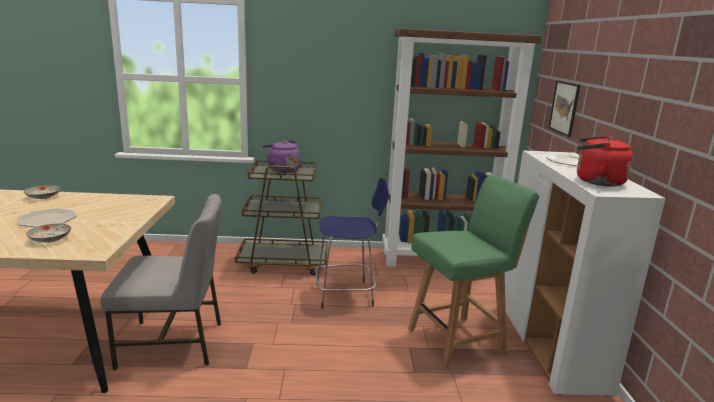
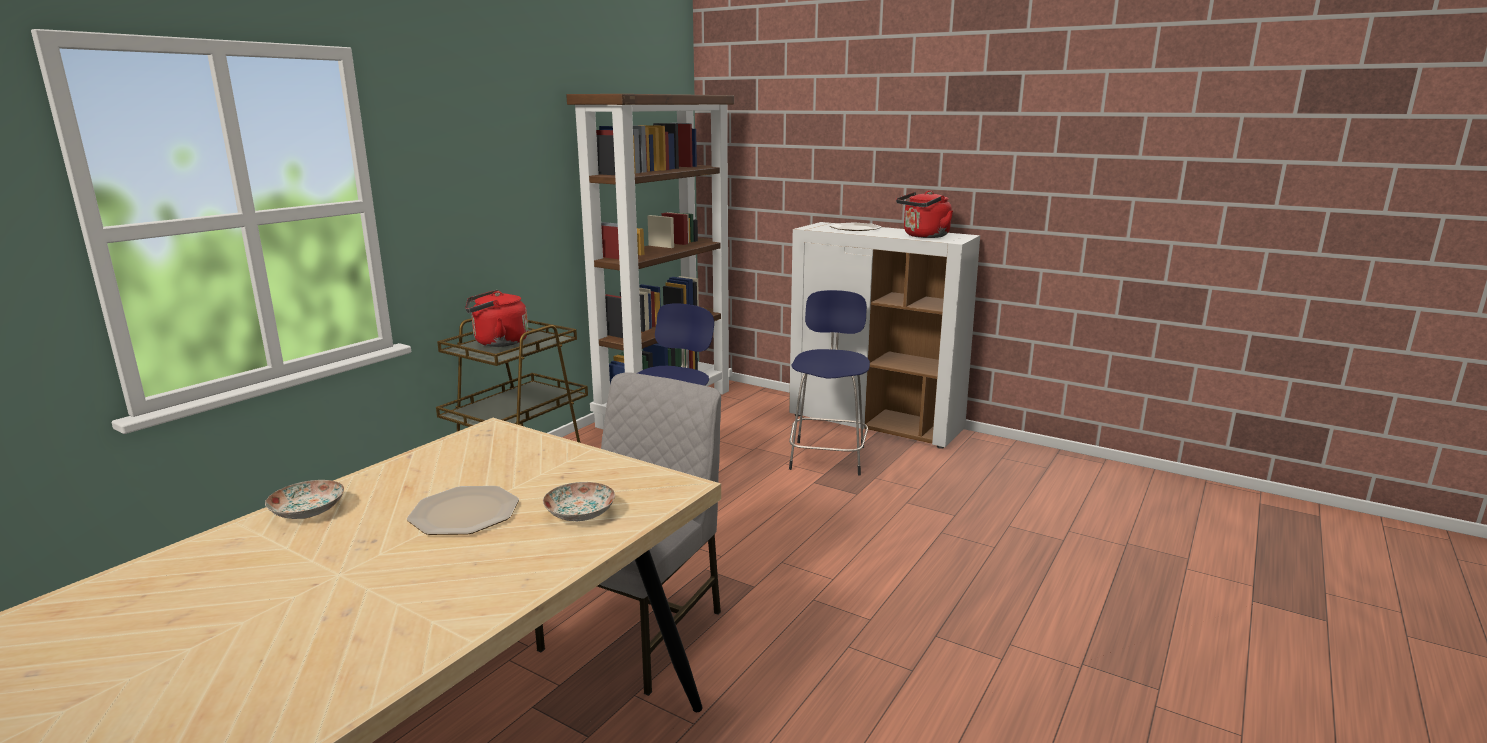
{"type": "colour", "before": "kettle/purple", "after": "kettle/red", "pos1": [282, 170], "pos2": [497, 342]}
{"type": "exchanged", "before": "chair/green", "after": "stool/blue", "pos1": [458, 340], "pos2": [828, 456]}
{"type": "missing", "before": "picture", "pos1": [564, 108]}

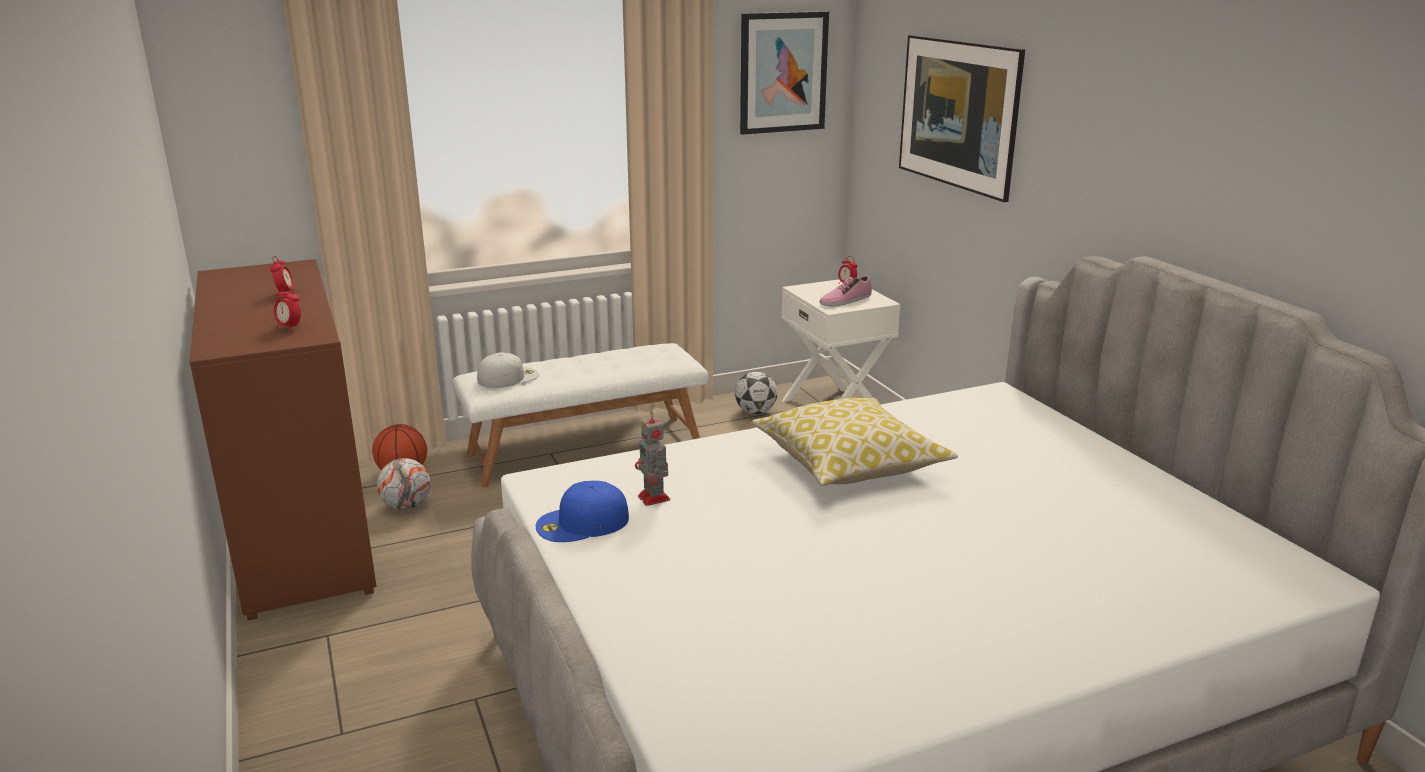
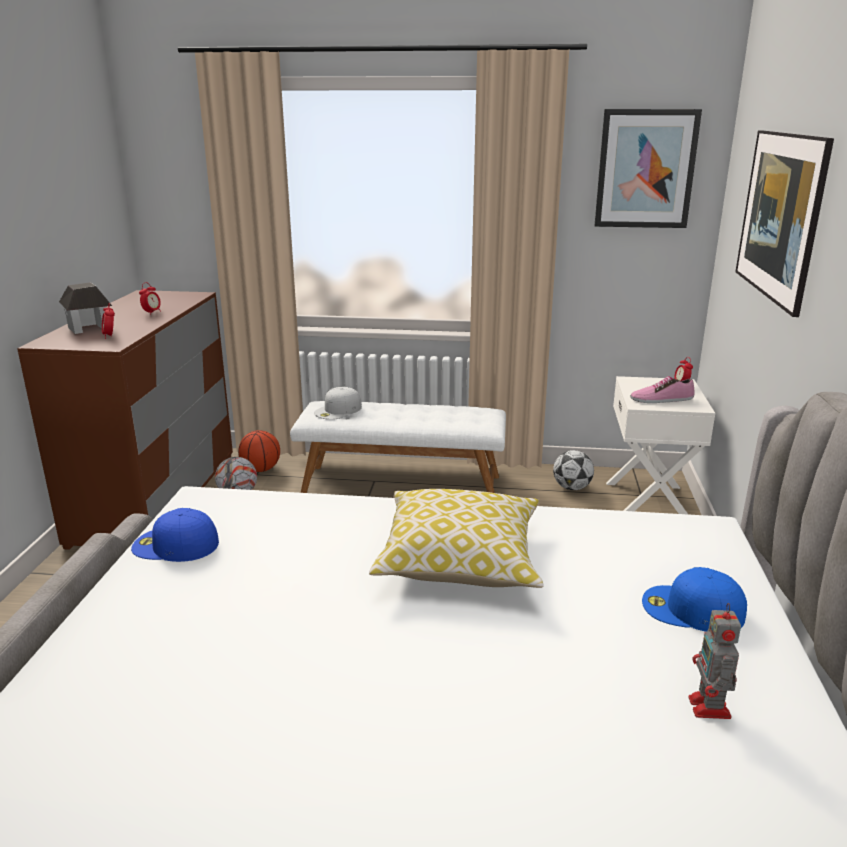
{"type": "spun", "before": "cap/white", "pos1": [508, 377], "pos2": [338, 410], "turn": 135}
{"type": "relocated", "before": "toy robot", "pos1": [654, 499], "pos2": [710, 709]}
{"type": "appeared", "after": "toy house", "pos2": [89, 327]}
{"type": "appeared", "after": "cap/blue", "pos2": [691, 609]}

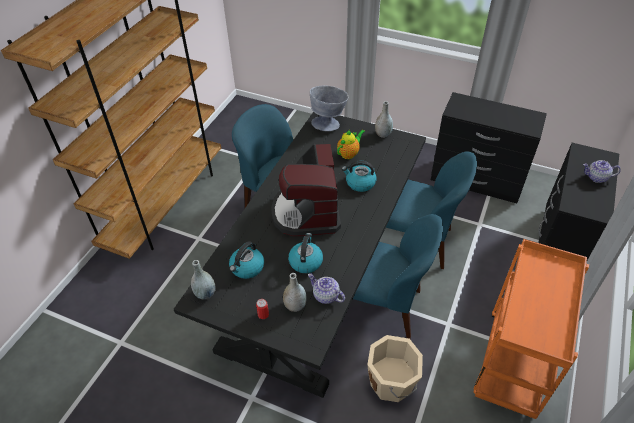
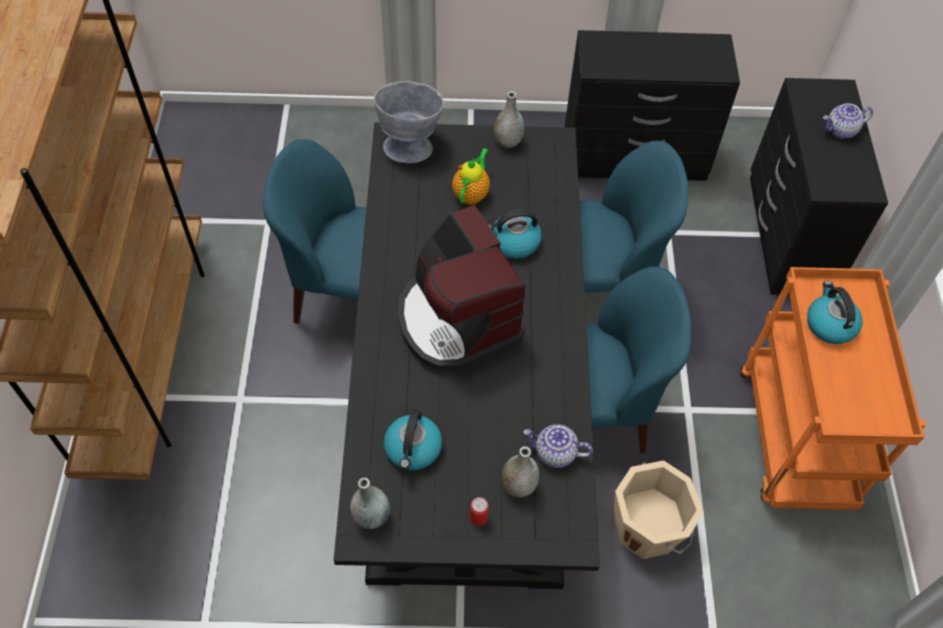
{"type": "relocated", "before": "kettle", "pos1": [305, 261], "pos2": [829, 324]}

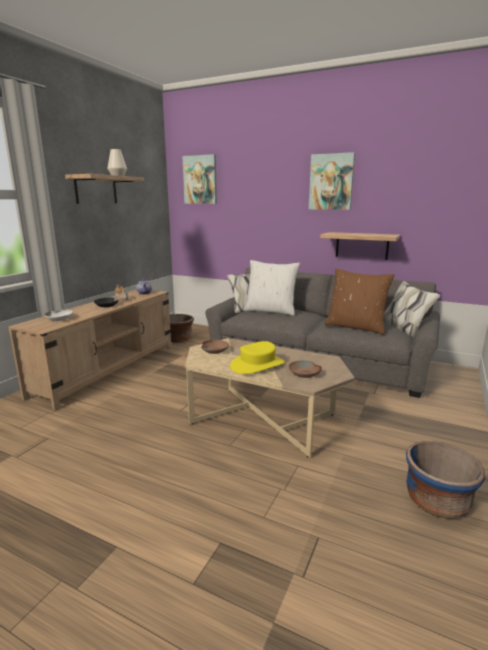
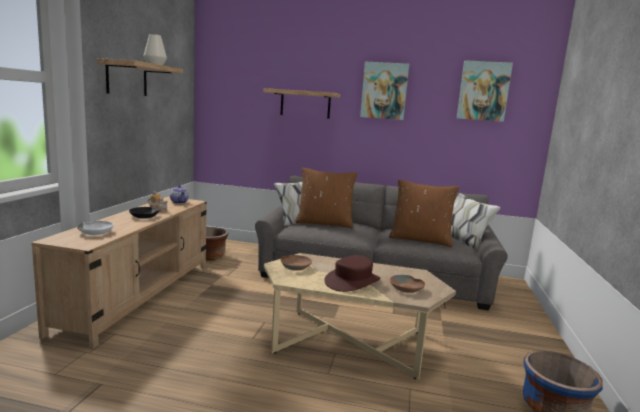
{"type": "relocated", "before": "picture", "pos1": [200, 180], "pos2": [483, 91]}
{"type": "colour", "before": "hat/yellow", "after": "hat/brown", "pos1": [257, 365], "pos2": [352, 281]}
{"type": "colour", "before": "pillow/white", "after": "pillow/brown", "pos1": [270, 311], "pos2": [324, 223]}
{"type": "relocated", "before": "shelf", "pos1": [362, 245], "pos2": [305, 104]}

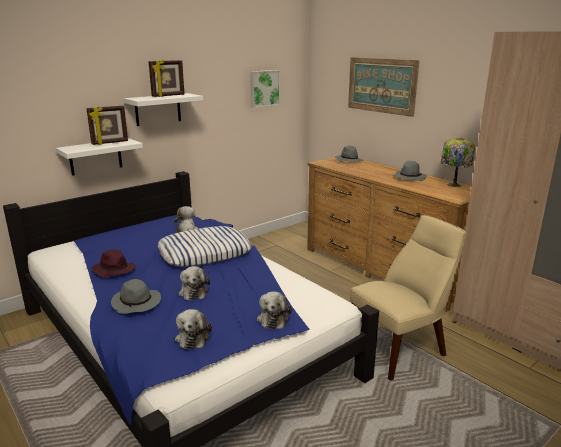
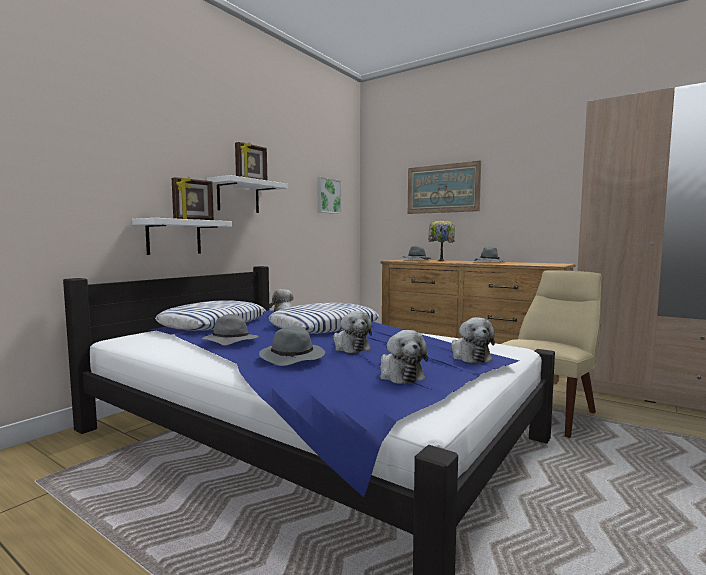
{"type": "colour", "before": "hat/purple", "after": "hat/grey", "pos1": [113, 270], "pos2": [229, 341]}
{"type": "relocated", "before": "table lamp", "pos1": [453, 185], "pos2": [440, 261]}
{"type": "appeared", "after": "pillow", "pos2": [213, 323]}

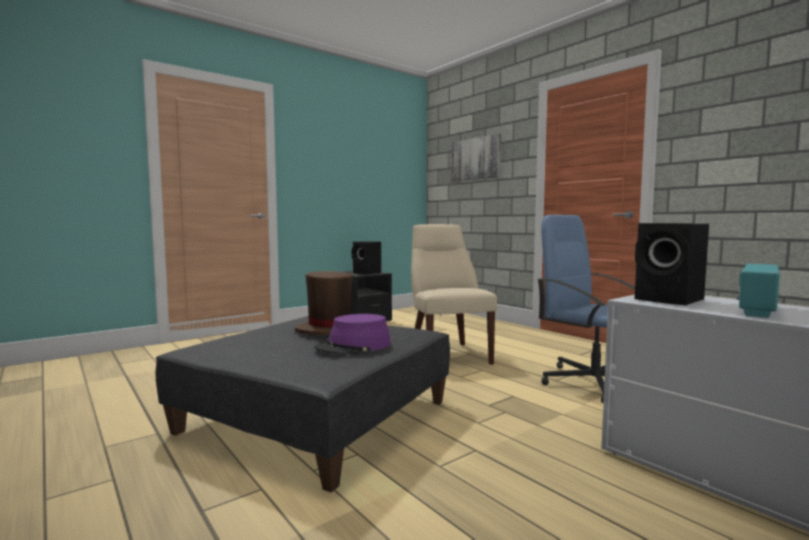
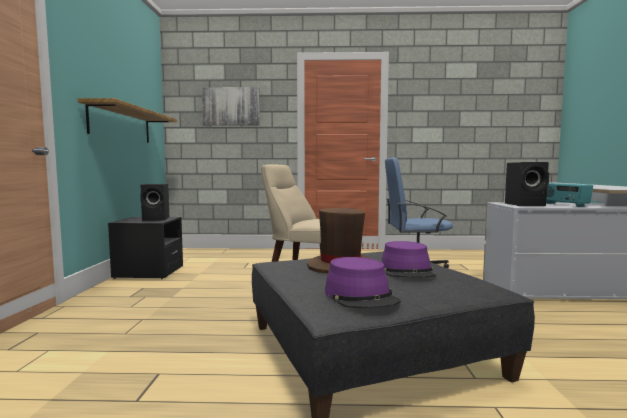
{"type": "appeared", "after": "shelf", "pos2": [121, 124]}
{"type": "appeared", "after": "hat/purple", "pos2": [361, 296]}

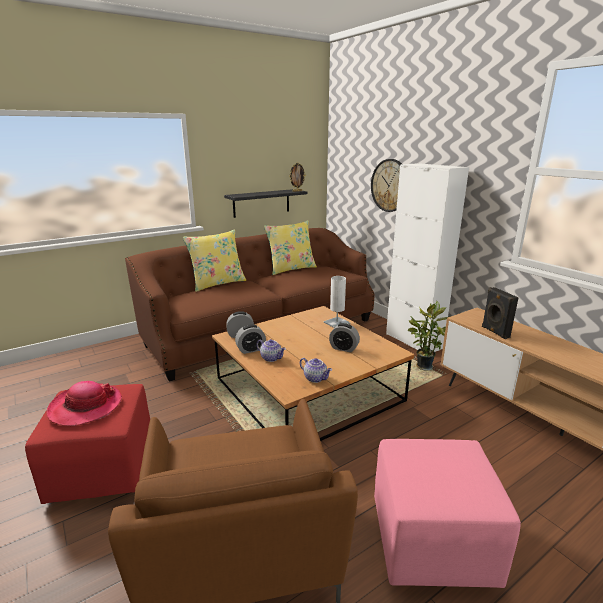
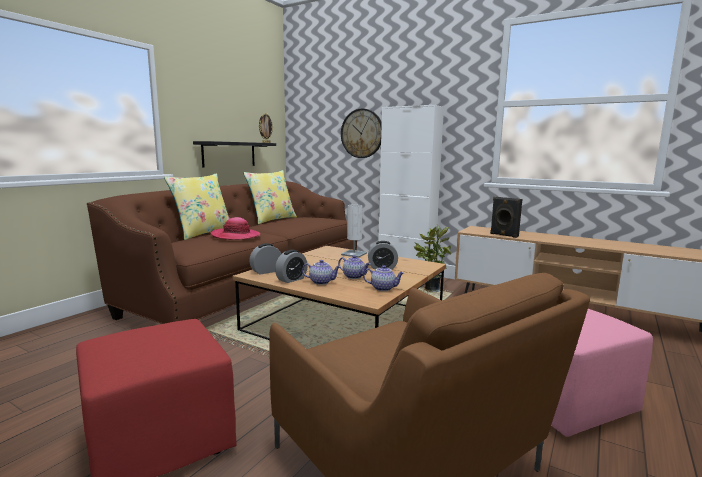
{"type": "relocated", "before": "hat", "pos1": [85, 406], "pos2": [236, 236]}
{"type": "appeared", "after": "teapot", "pos2": [354, 276]}

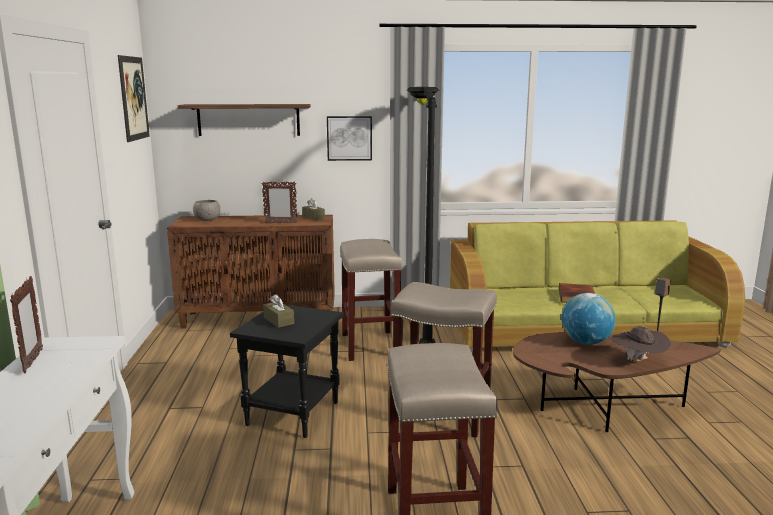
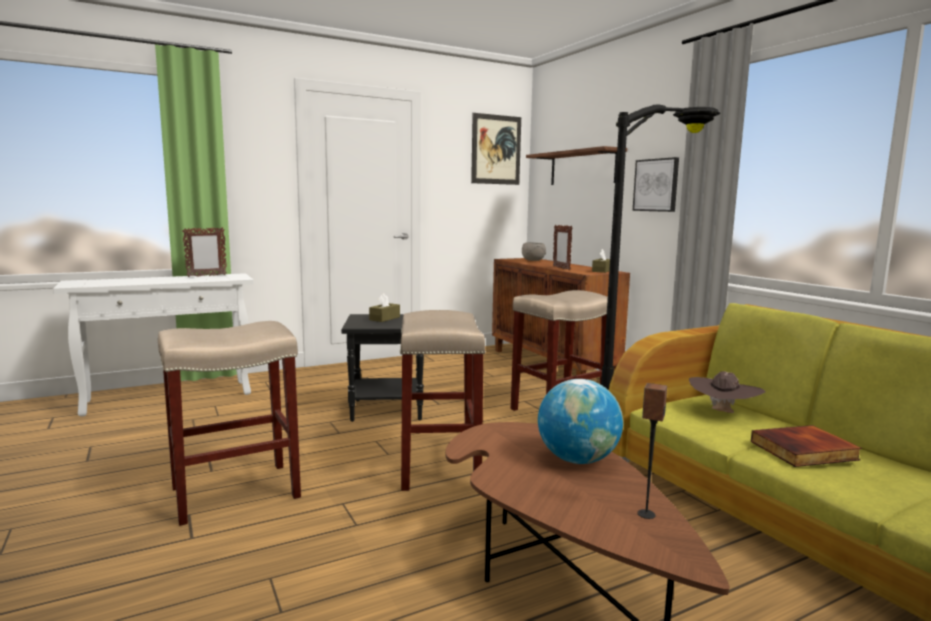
{"type": "relocated", "before": "hat/brown", "pos1": [638, 362], "pos2": [722, 413]}

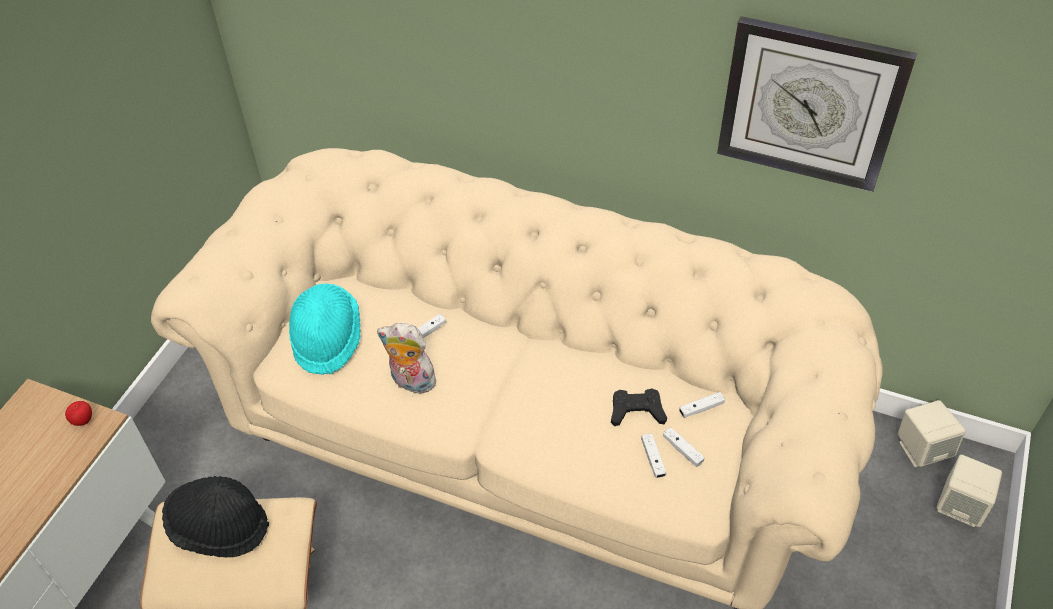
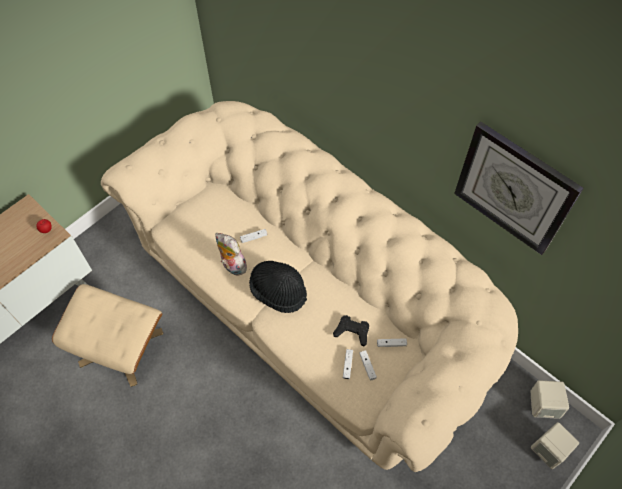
{"type": "relocated", "before": "hat/black", "pos1": [219, 527], "pos2": [278, 291]}
{"type": "missing", "before": "hat/turquoise", "pos1": [327, 339]}

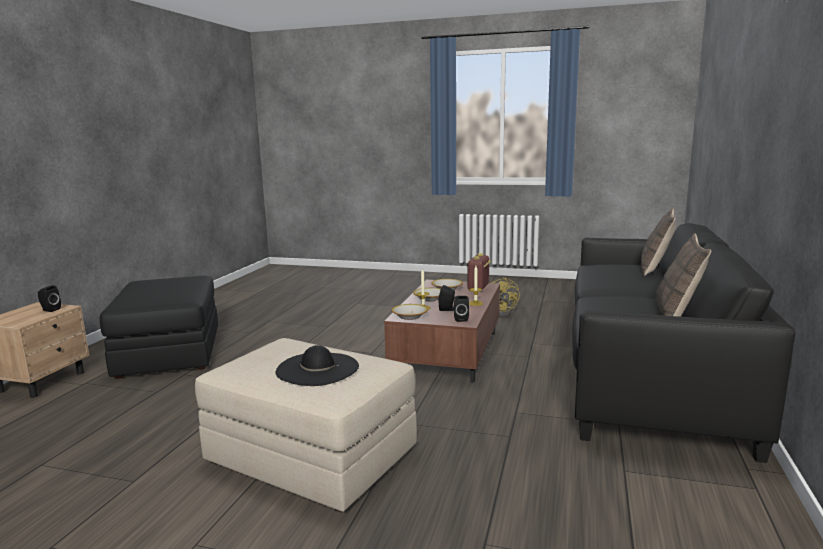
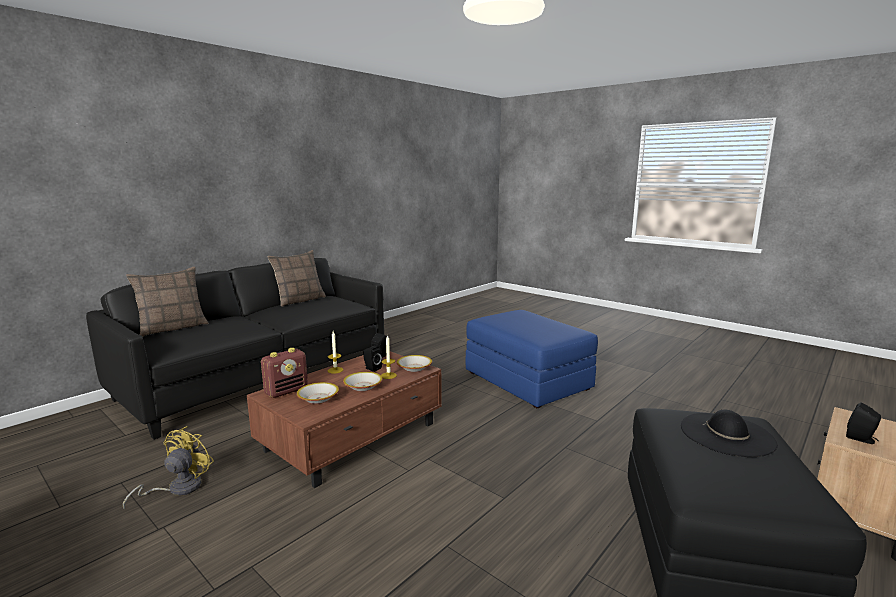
{"type": "colour", "before": "ottoman/beige", "after": "ottoman/blue", "pos1": [310, 456], "pos2": [527, 381]}
{"type": "relocated", "before": "hat/black", "pos1": [317, 369], "pos2": [727, 434]}

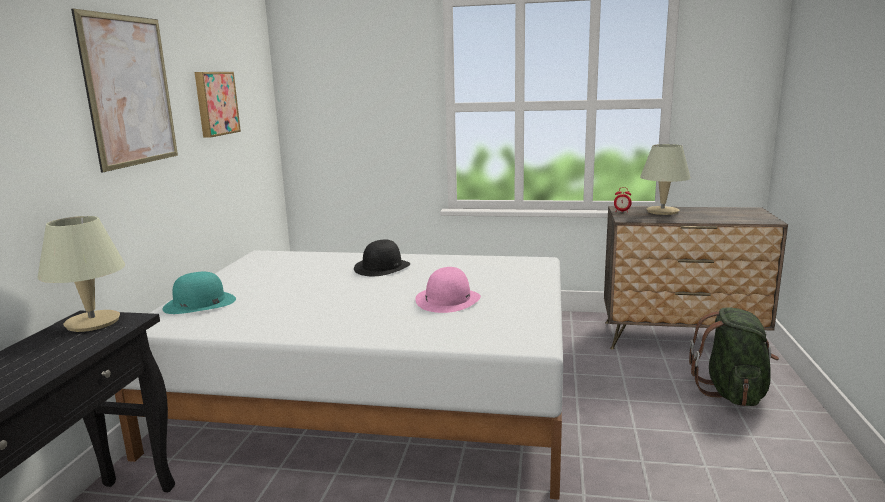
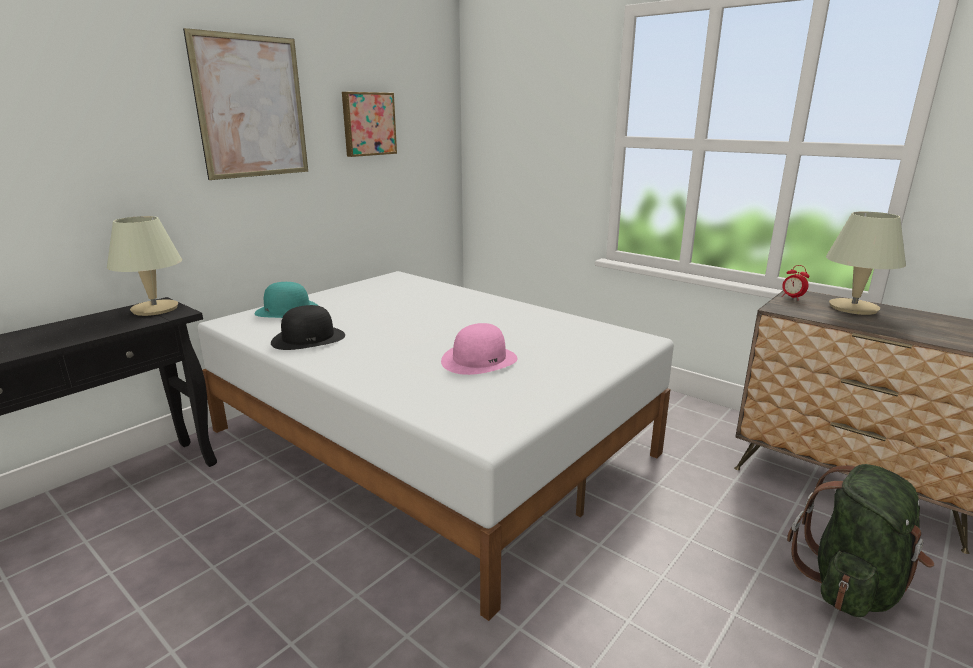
{"type": "relocated", "before": "hat/black", "pos1": [382, 267], "pos2": [308, 338]}

